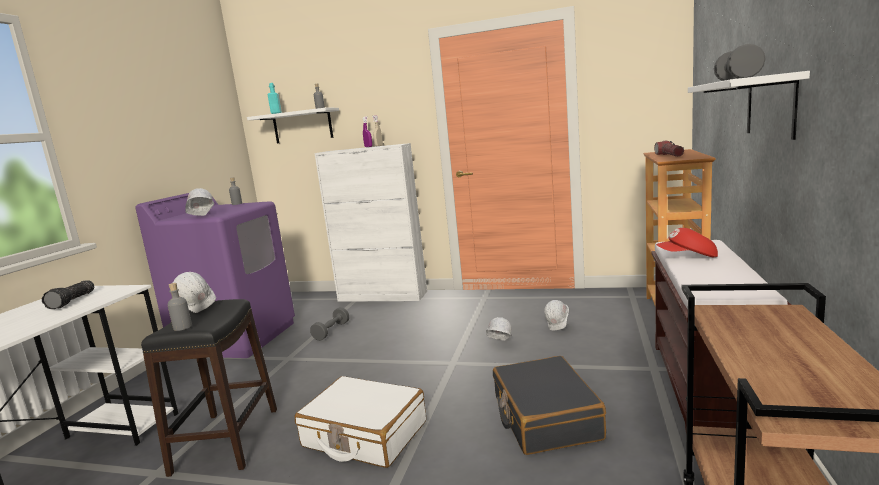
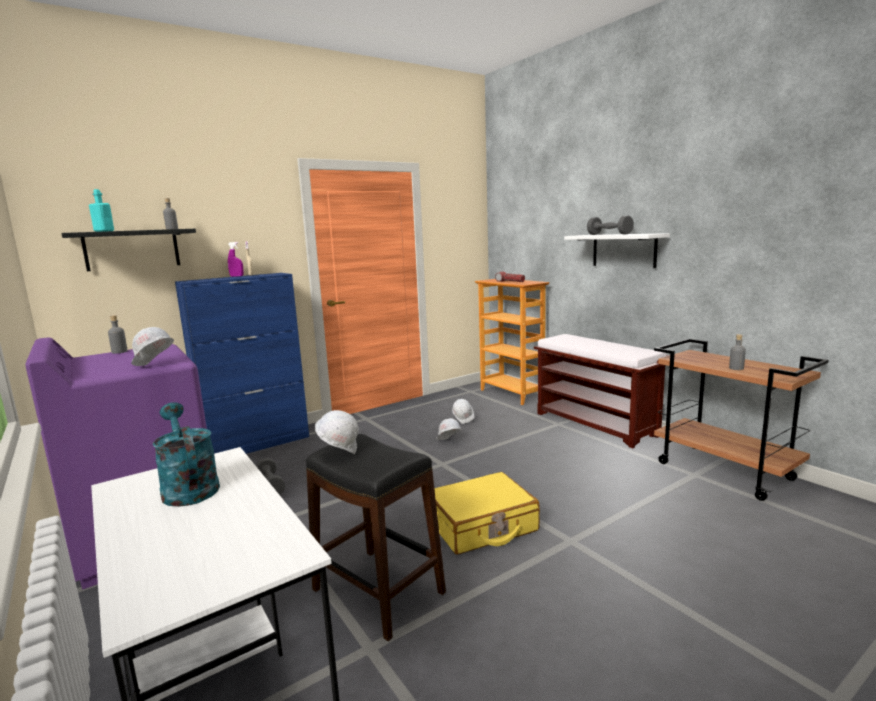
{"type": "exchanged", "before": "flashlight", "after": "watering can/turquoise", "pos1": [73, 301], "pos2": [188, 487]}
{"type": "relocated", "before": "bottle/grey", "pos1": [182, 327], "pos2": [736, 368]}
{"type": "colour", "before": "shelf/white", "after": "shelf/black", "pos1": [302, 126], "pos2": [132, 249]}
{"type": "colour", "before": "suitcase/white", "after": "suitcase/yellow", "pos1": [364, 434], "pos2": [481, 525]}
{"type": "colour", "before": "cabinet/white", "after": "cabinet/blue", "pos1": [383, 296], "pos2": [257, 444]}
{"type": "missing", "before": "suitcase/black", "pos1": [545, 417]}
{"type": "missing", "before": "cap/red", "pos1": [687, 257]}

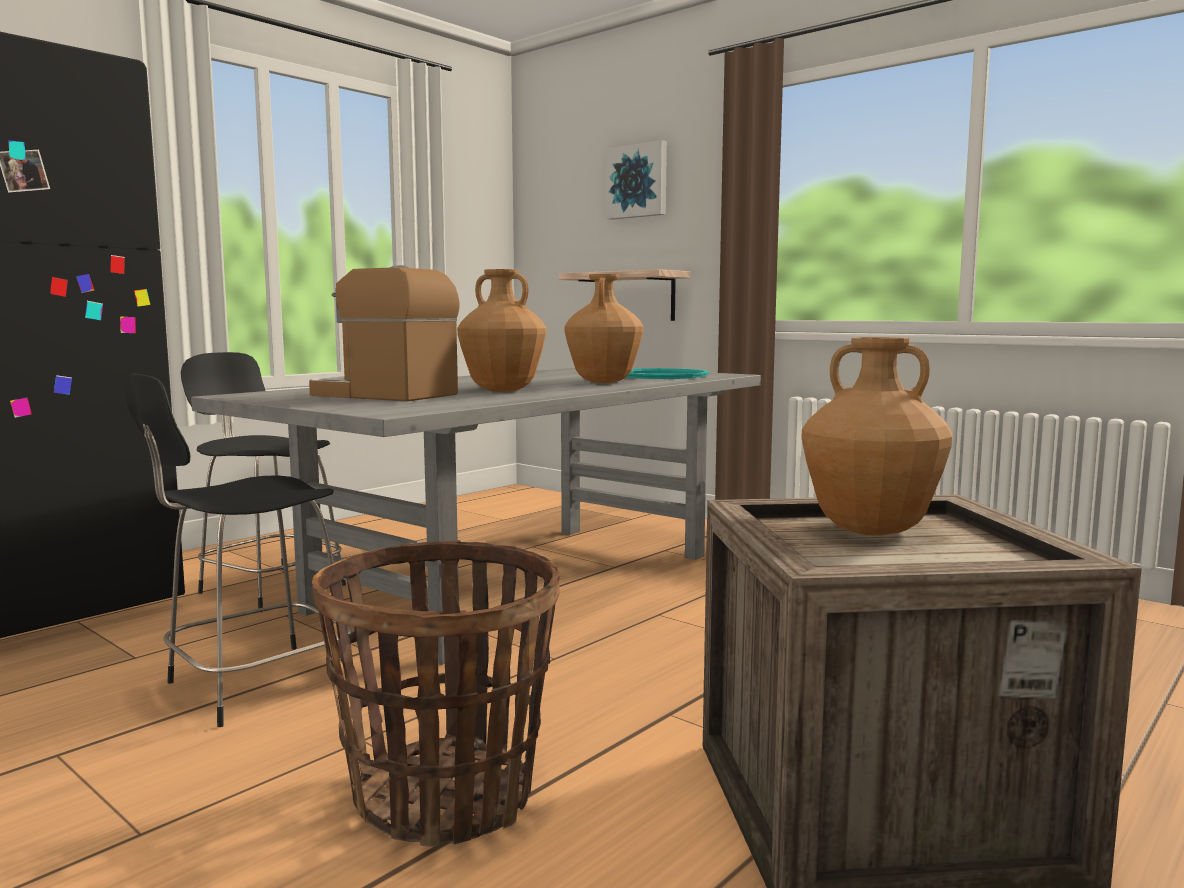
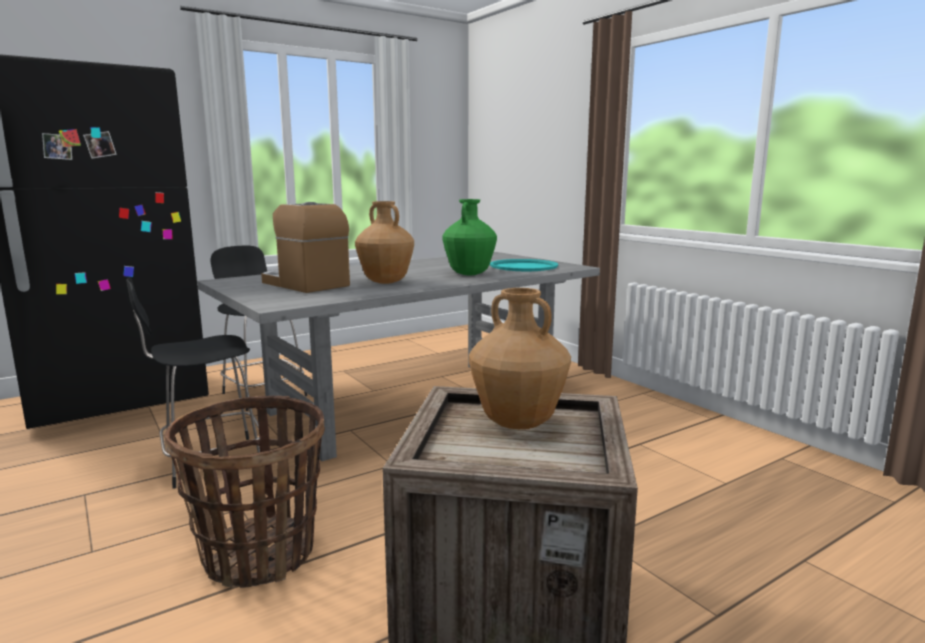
{"type": "missing", "before": "shelf", "pos1": [639, 296]}
{"type": "colour", "before": "vase/brown", "after": "vase/green", "pos1": [603, 382], "pos2": [469, 274]}
{"type": "missing", "before": "picture", "pos1": [638, 181]}

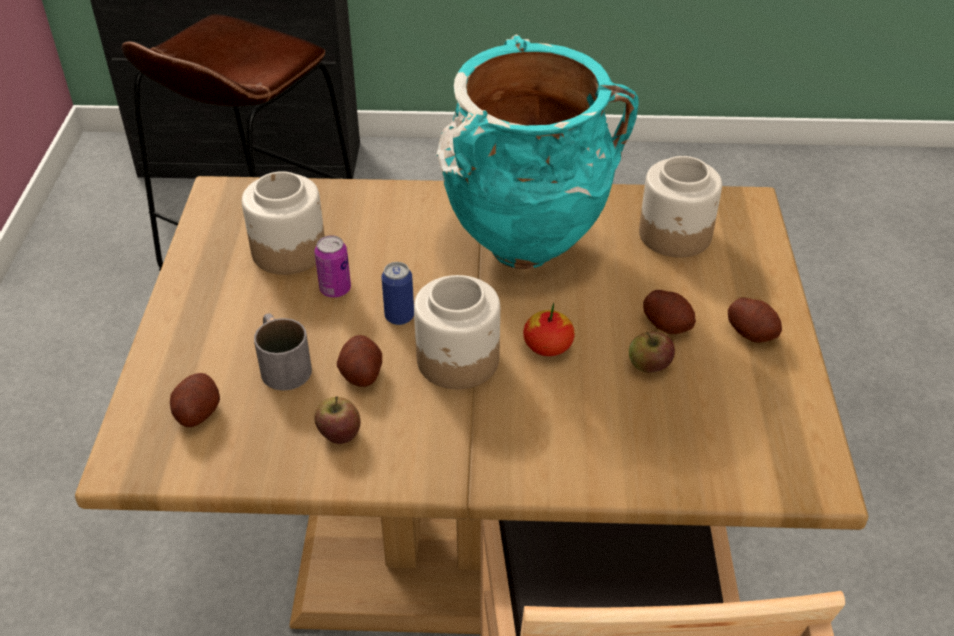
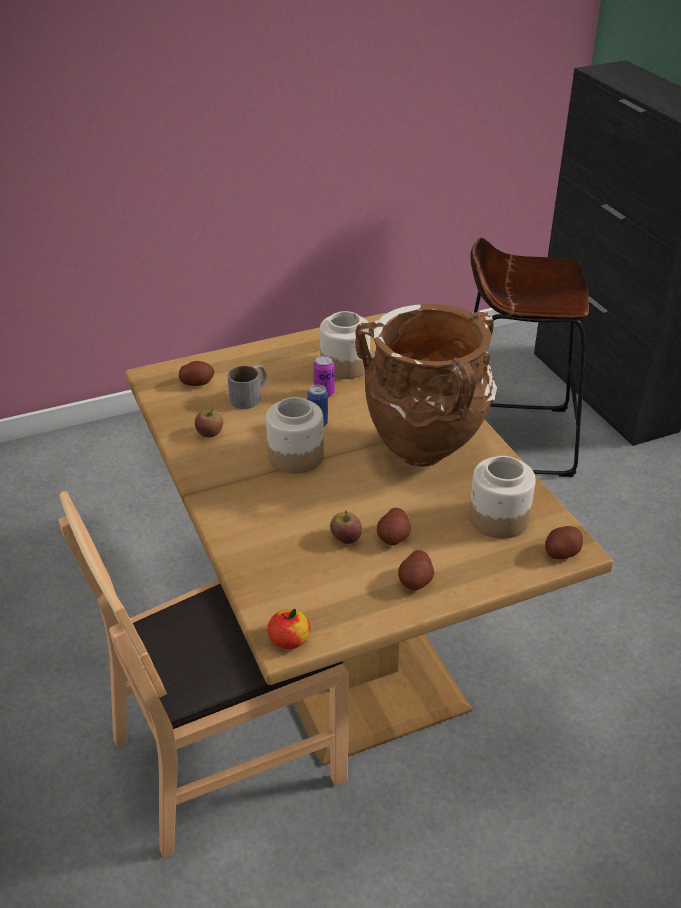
{"type": "relocated", "before": "potato", "pos1": [361, 374], "pos2": [561, 552]}
{"type": "colour", "before": "vase/turquoise", "after": "vase/brown", "pos1": [524, 246], "pos2": [425, 452]}
{"type": "relocated", "before": "apple", "pos1": [548, 346], "pos2": [289, 639]}

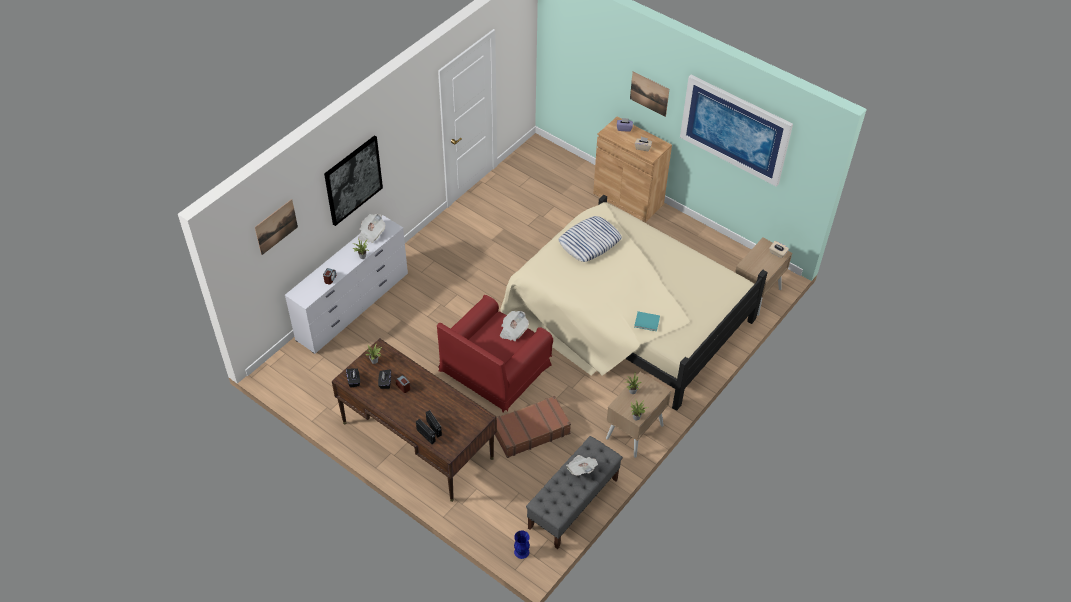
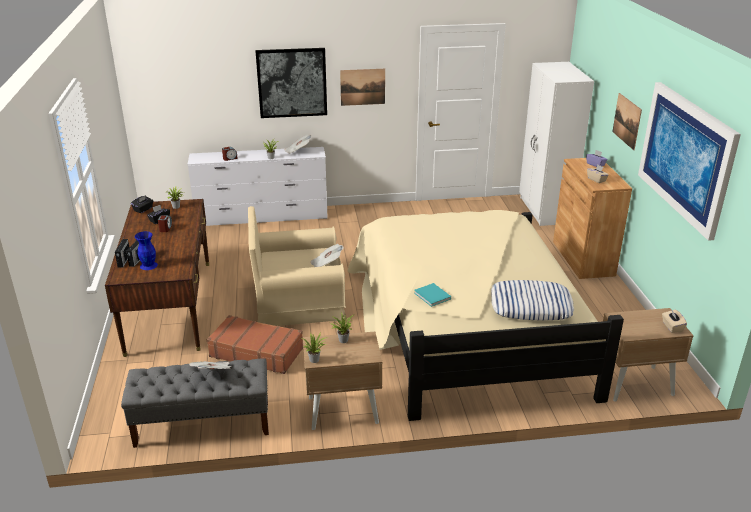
{"type": "relocated", "before": "picture", "pos1": [276, 226], "pos2": [362, 87]}
{"type": "colour", "before": "armchair/red", "after": "armchair/beige", "pos1": [494, 367], "pos2": [298, 298]}
{"type": "relocated", "before": "vase/blue", "pos1": [522, 551], "pos2": [149, 265]}
{"type": "relocated", "before": "pillow", "pos1": [589, 242], "pos2": [530, 306]}
{"type": "appeared", "after": "wardrobe/white", "pos2": [545, 210]}

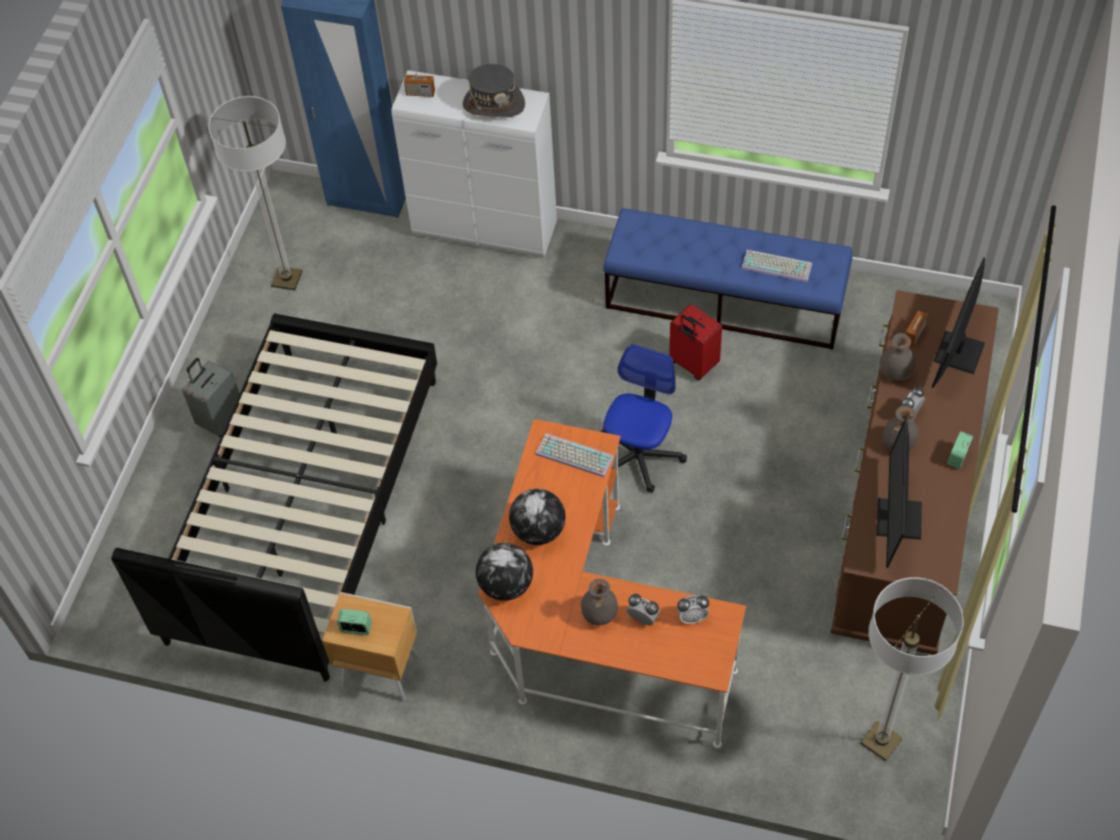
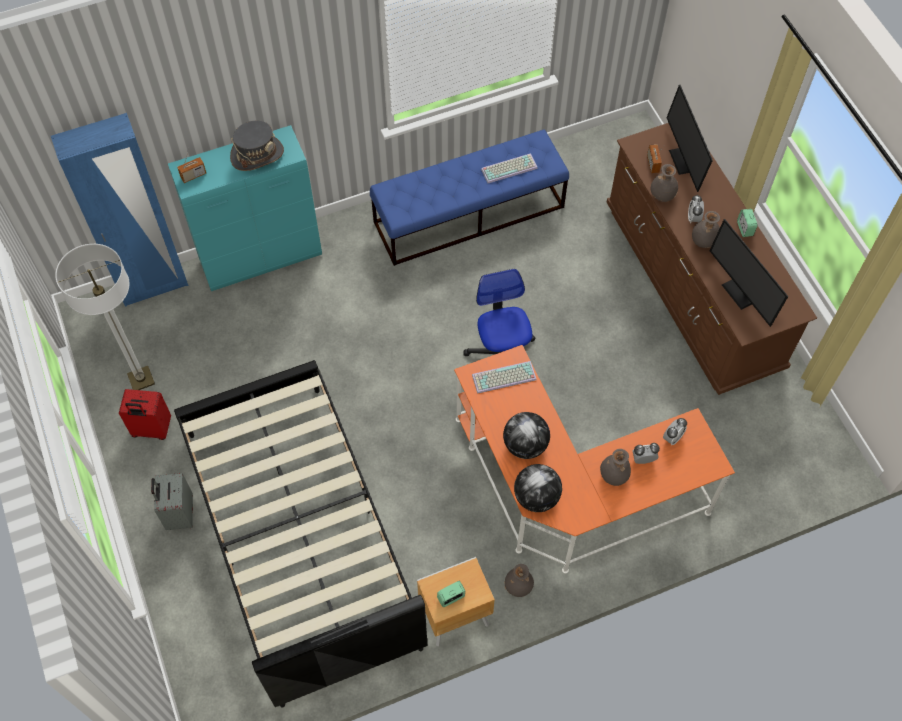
{"type": "colour", "before": "cabinet/white", "after": "cabinet/turquoise", "pos1": [486, 230], "pos2": [262, 257]}
{"type": "relocated", "before": "suitcase/red", "pos1": [692, 364], "pos2": [151, 429]}
{"type": "missing", "before": "floor lamp", "pos1": [881, 741]}
{"type": "appeared", "after": "vase/grey", "pos2": [518, 587]}

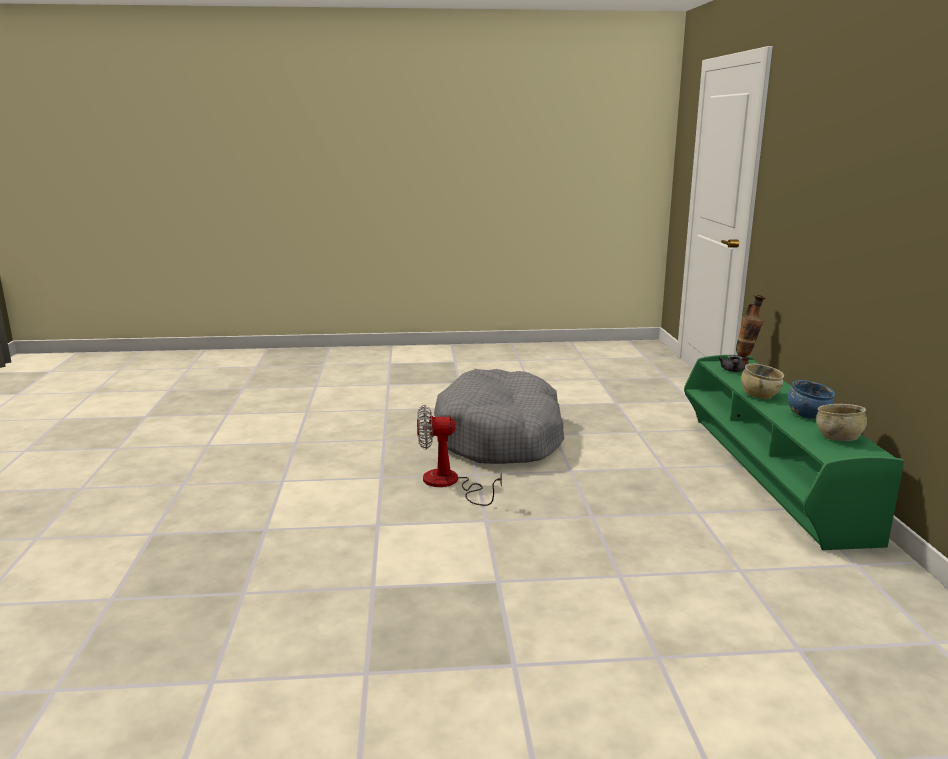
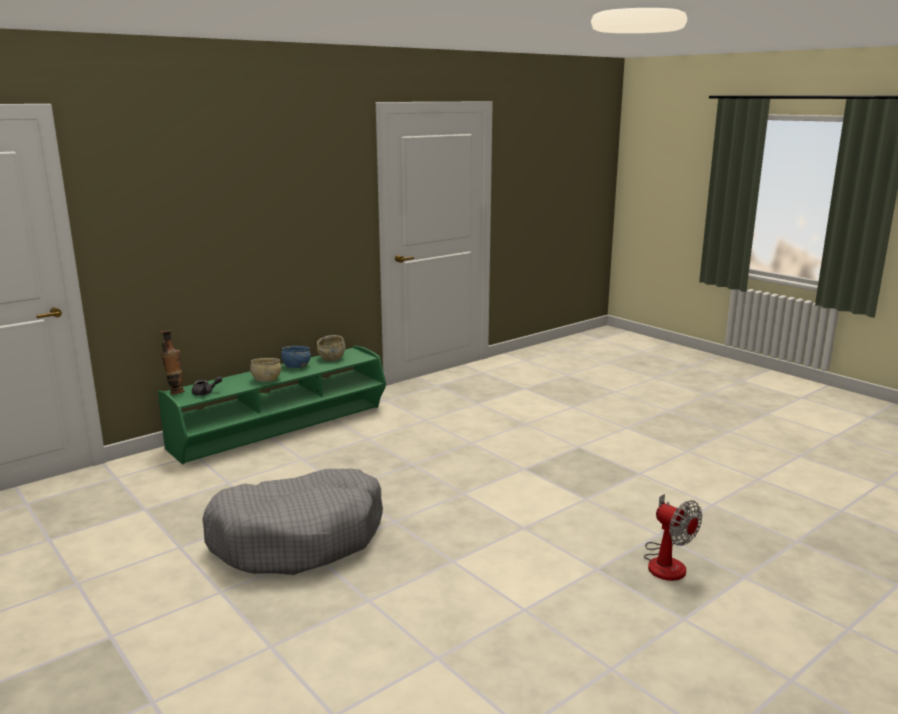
{"type": "relocated", "before": "fan", "pos1": [449, 483], "pos2": [666, 561]}

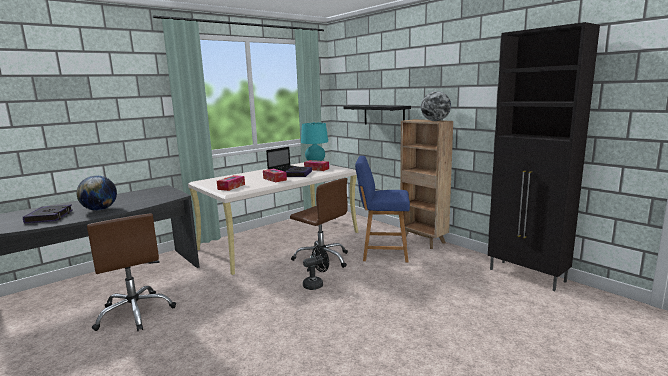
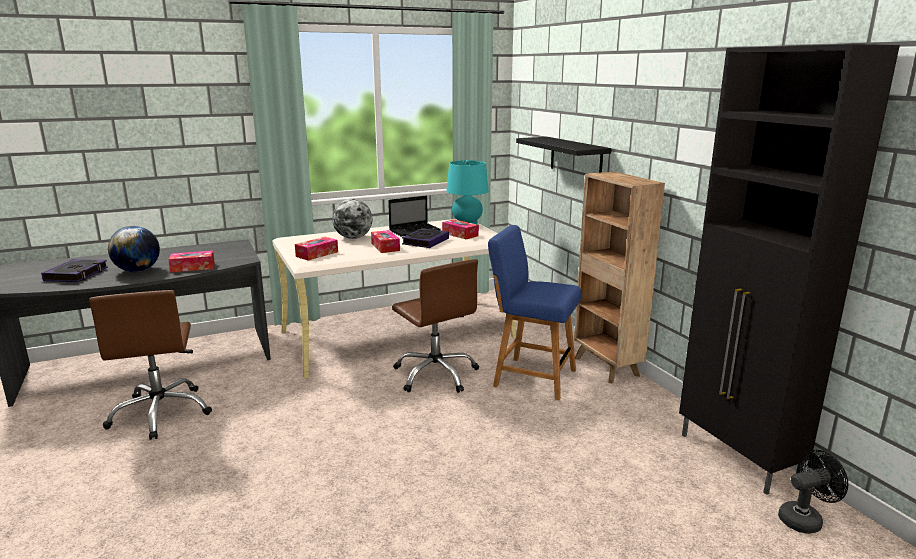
{"type": "relocated", "before": "fan/black", "pos1": [316, 284], "pos2": [805, 519]}
{"type": "relocated", "before": "globe", "pos1": [435, 121], "pos2": [353, 238]}
{"type": "appeared", "after": "tissue box", "pos2": [193, 267]}

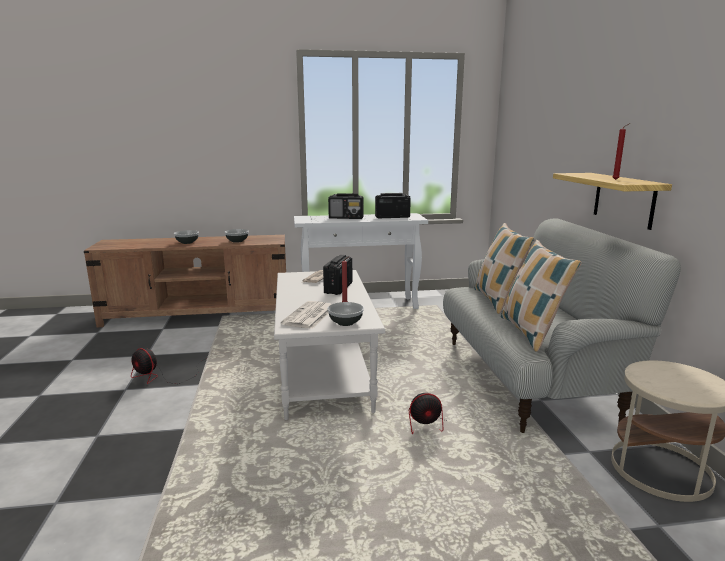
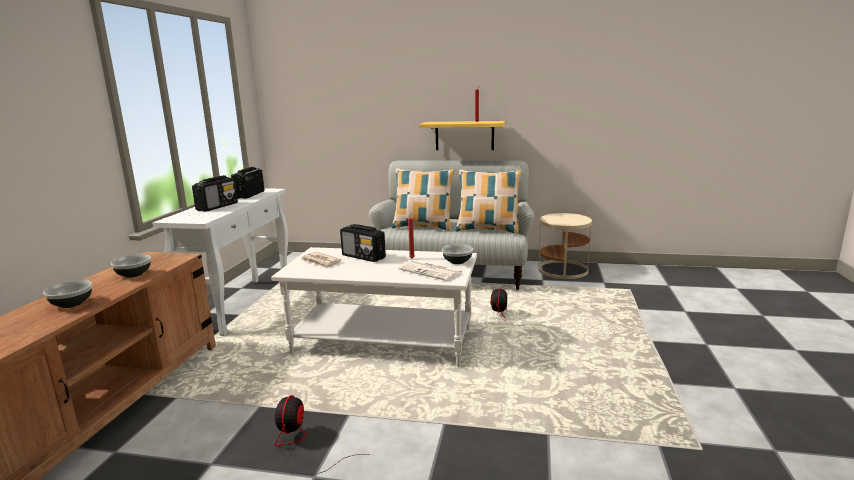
{"type": "spun", "before": "fan", "pos1": [161, 376], "pos2": [301, 445], "turn": 135}

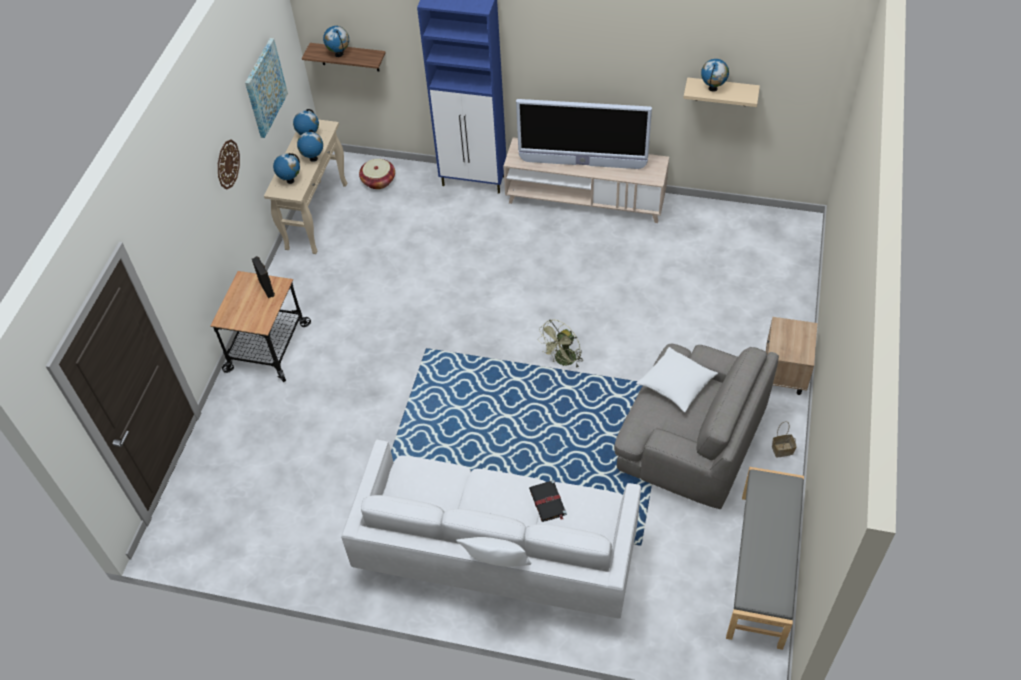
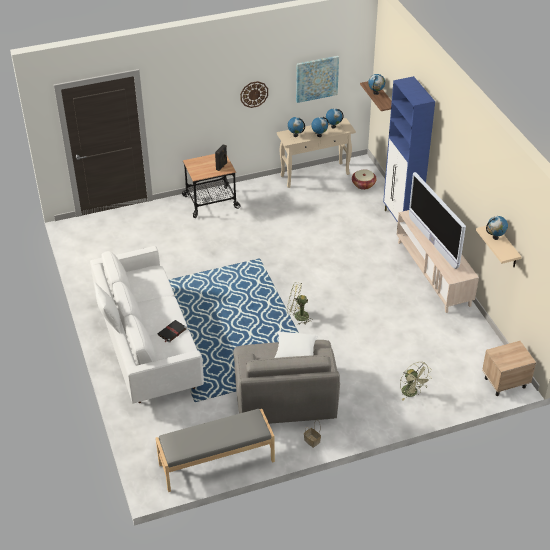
{"type": "relocated", "before": "nightstand/beige", "pos1": [784, 374], "pos2": [504, 383]}
{"type": "appeared", "after": "fan/green", "pos2": [412, 393]}

